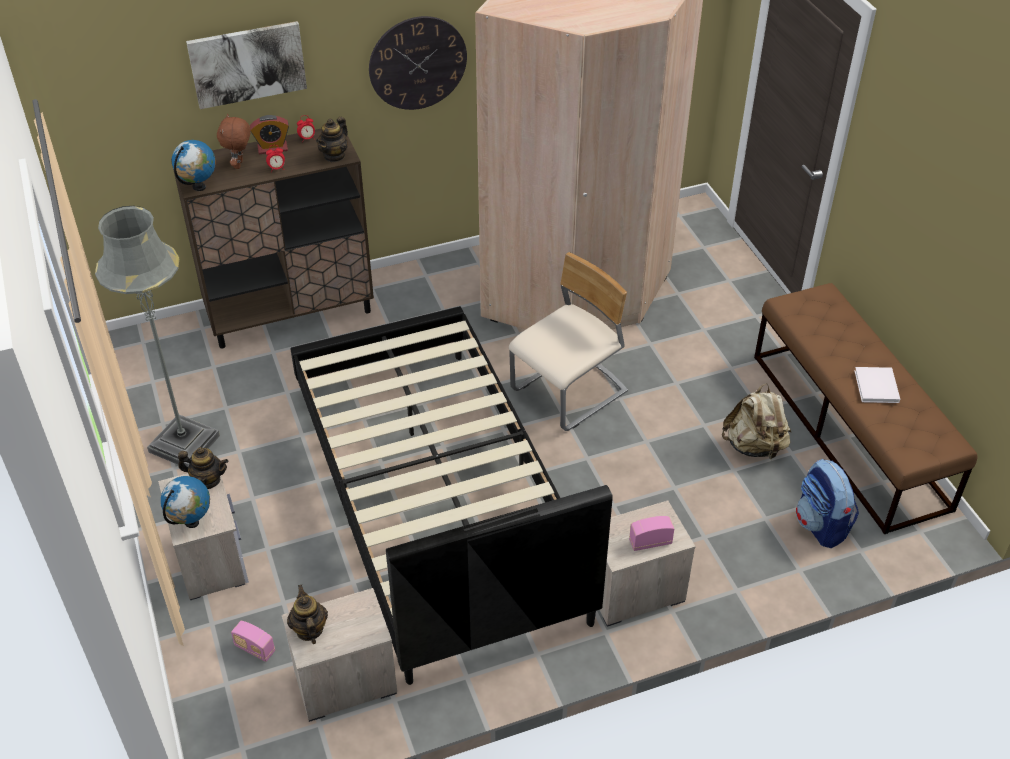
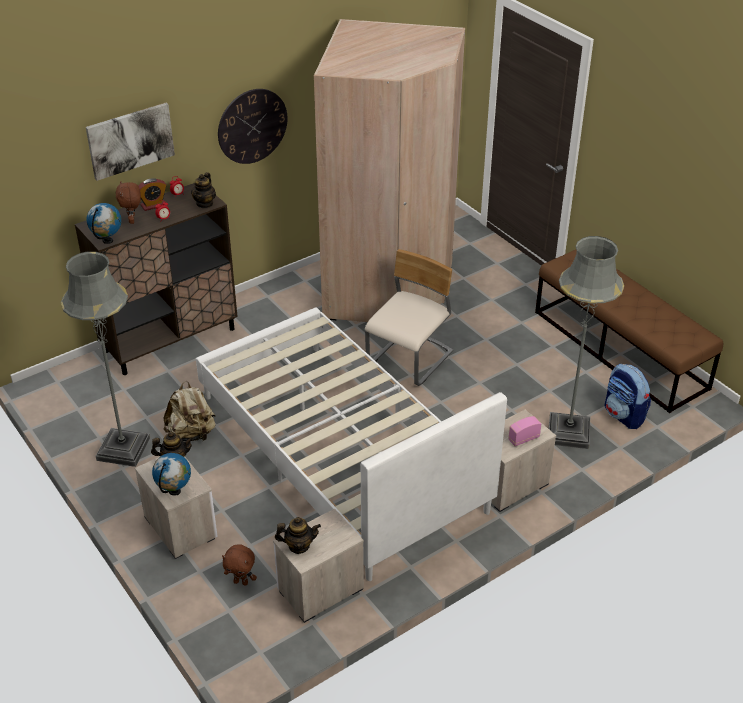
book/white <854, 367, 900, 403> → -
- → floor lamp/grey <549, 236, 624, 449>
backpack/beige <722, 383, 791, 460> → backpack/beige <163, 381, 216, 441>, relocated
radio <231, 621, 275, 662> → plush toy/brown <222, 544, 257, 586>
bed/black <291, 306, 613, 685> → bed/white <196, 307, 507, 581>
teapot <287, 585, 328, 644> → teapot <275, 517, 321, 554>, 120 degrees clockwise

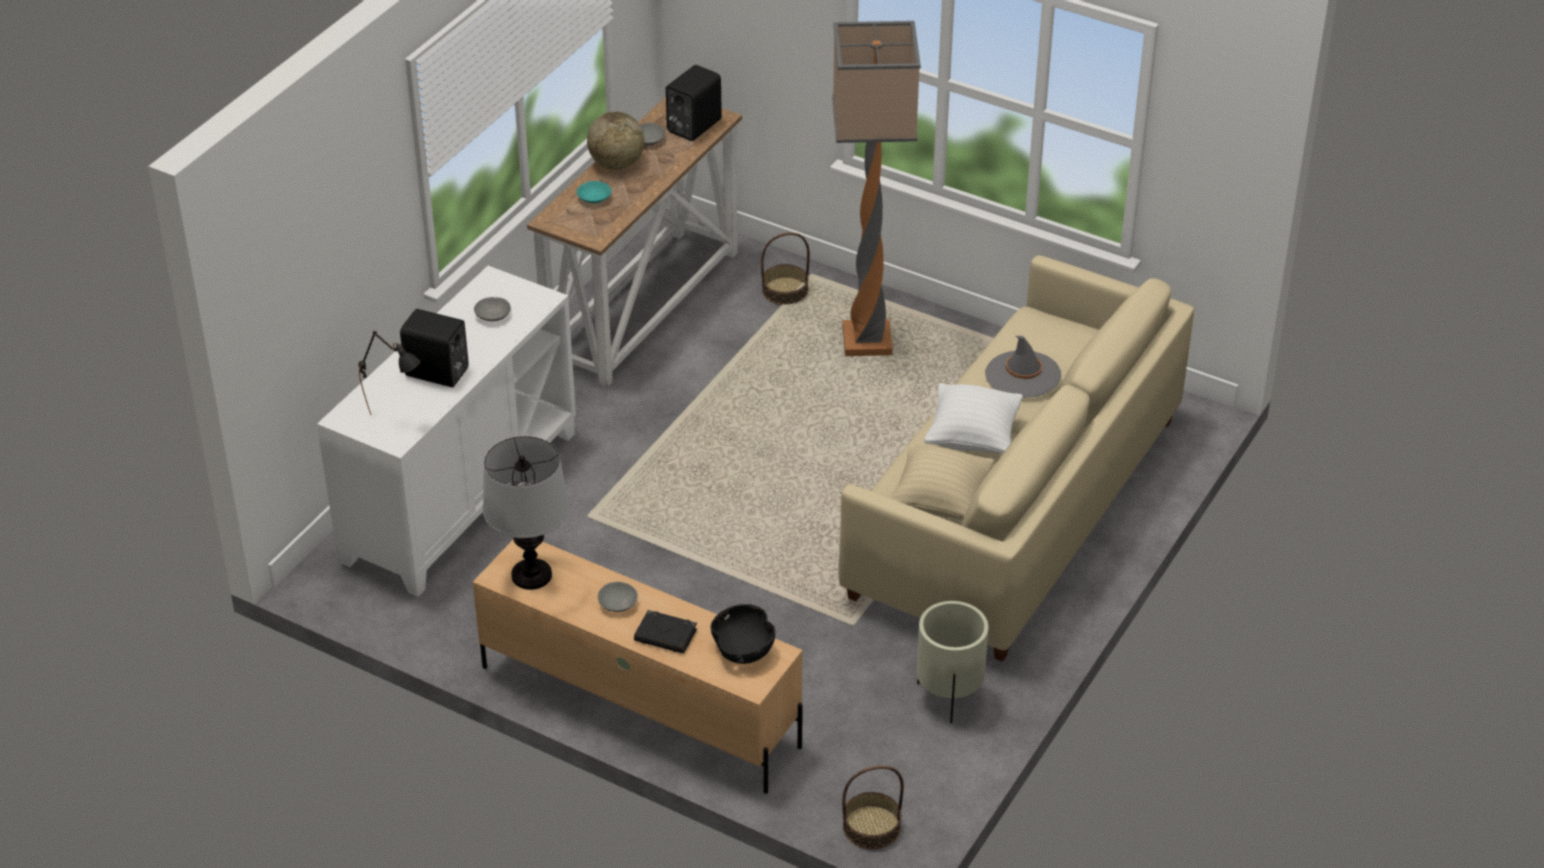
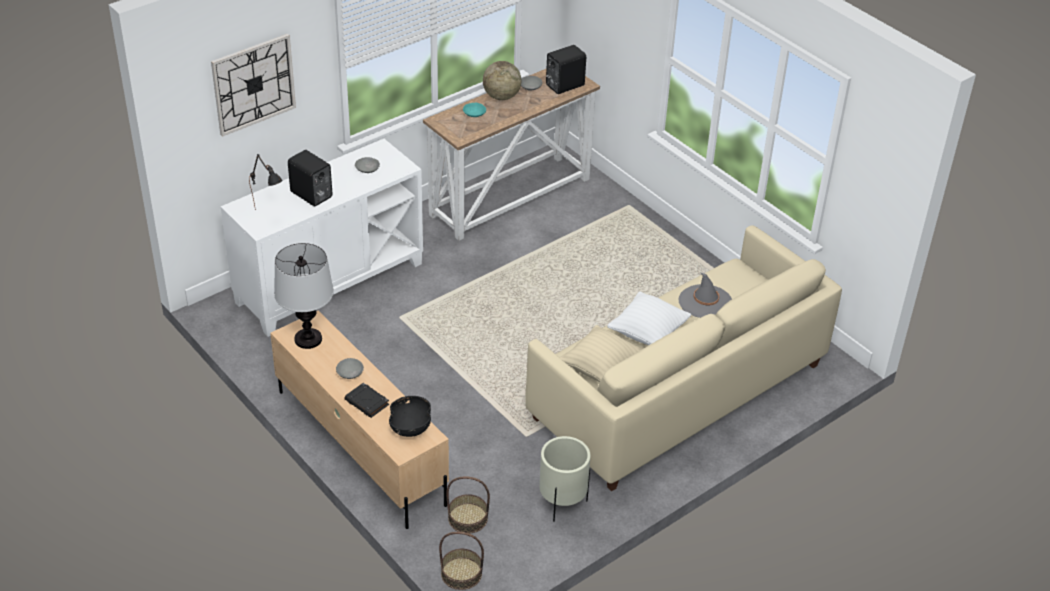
floor lamp <832, 21, 921, 356> → -
- → wall clock <211, 34, 296, 137>
basket <761, 232, 810, 305> → basket <446, 477, 490, 534>, relocated

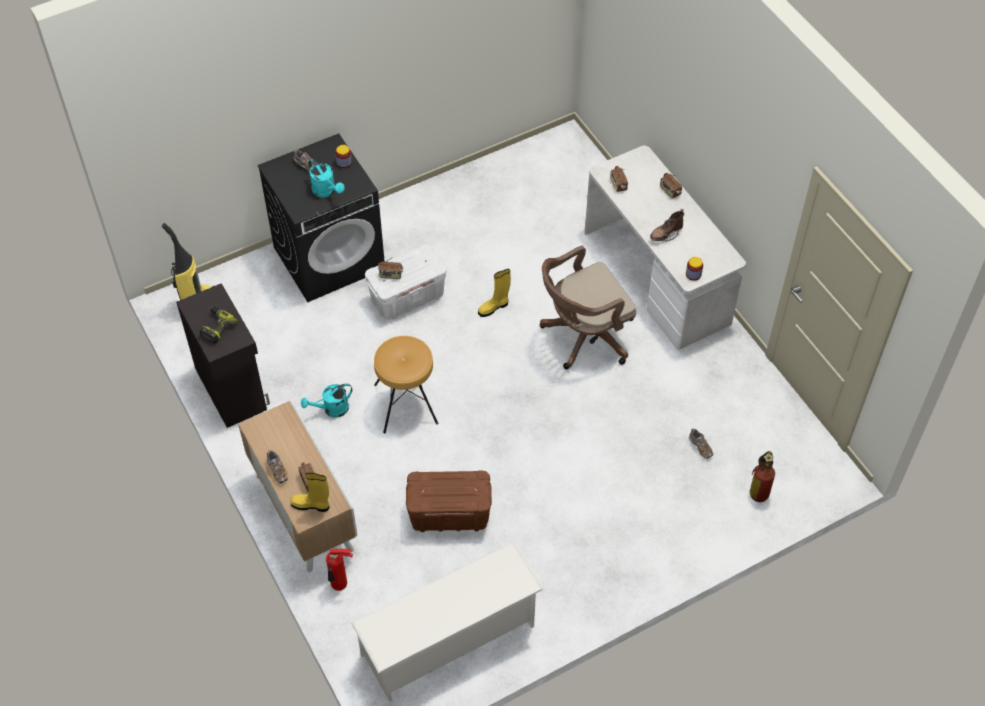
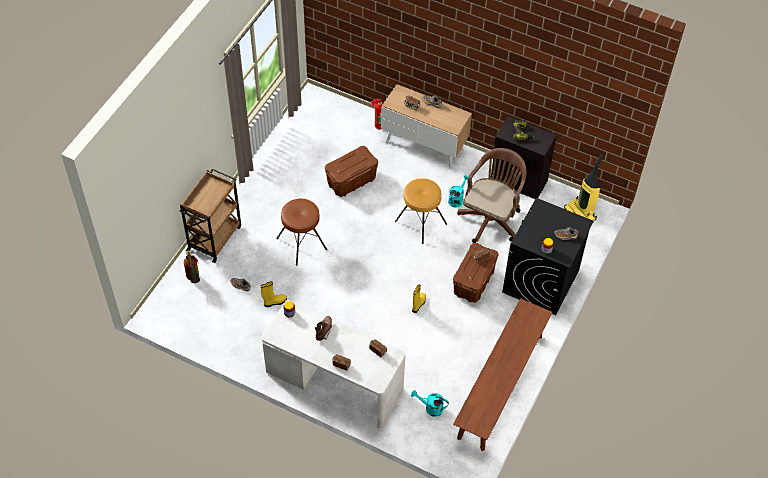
shoe rack/white <351, 542, 543, 702> → -
- → cart/brown <179, 169, 241, 263>
- → stool/brown <276, 199, 327, 266>
- → bench/brown <453, 298, 552, 451>
boot/yellow <290, 473, 329, 512> → boot/yellow <261, 281, 287, 307>, relocated
watering can/turquoise <308, 159, 345, 198> → watering can/turquoise <411, 390, 449, 417>, relocated
office chair/brown <540, 246, 636, 369> → office chair/brown <457, 148, 527, 243>, relocated
storage box/white <365, 245, 446, 320> → storage box/brown <453, 243, 499, 303>

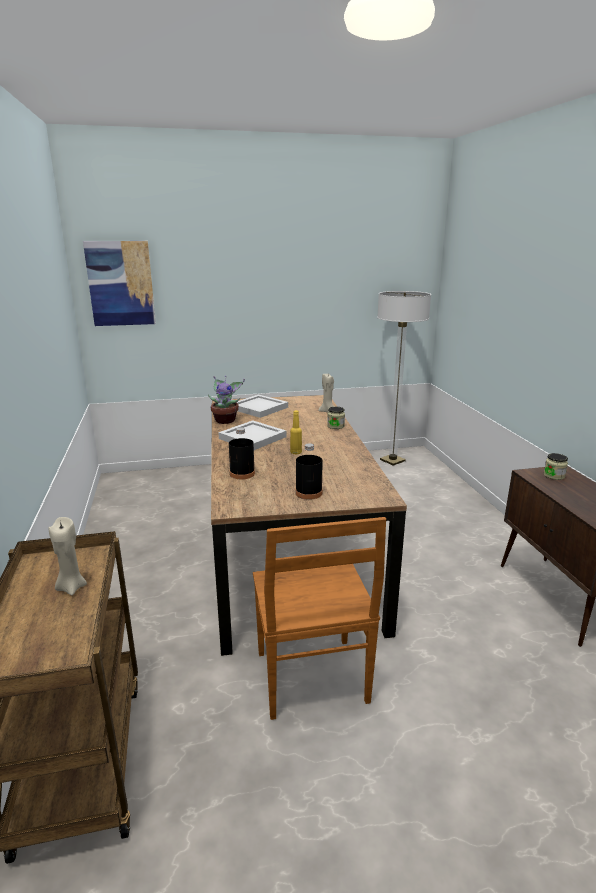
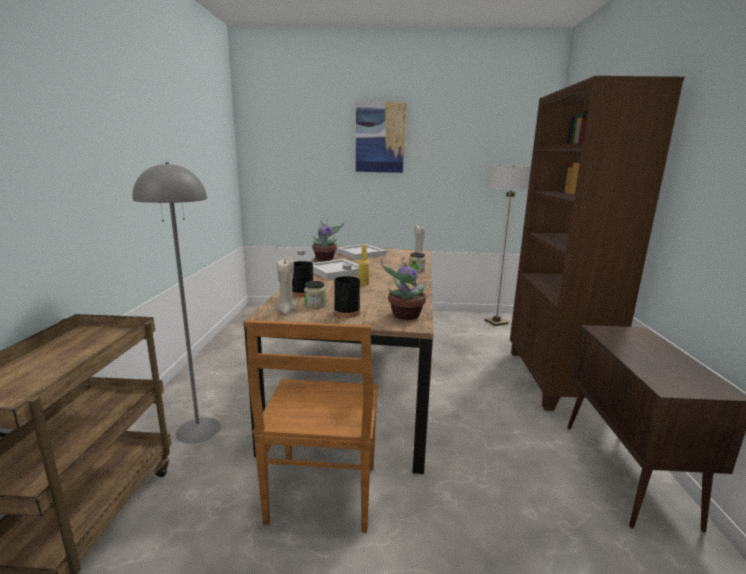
- → floor lamp/grey <132, 162, 221, 443>
- → potted plant <380, 258, 427, 320>
- → bookcase/brown <510, 76, 685, 411>
candle/beige <48, 517, 87, 595> → candle/beige <275, 257, 297, 314>, relocated
picture <83, 241, 156, 326> → picture <356, 102, 407, 173>, relocated
jar <543, 453, 568, 480> → jar <304, 281, 326, 308>, relocated

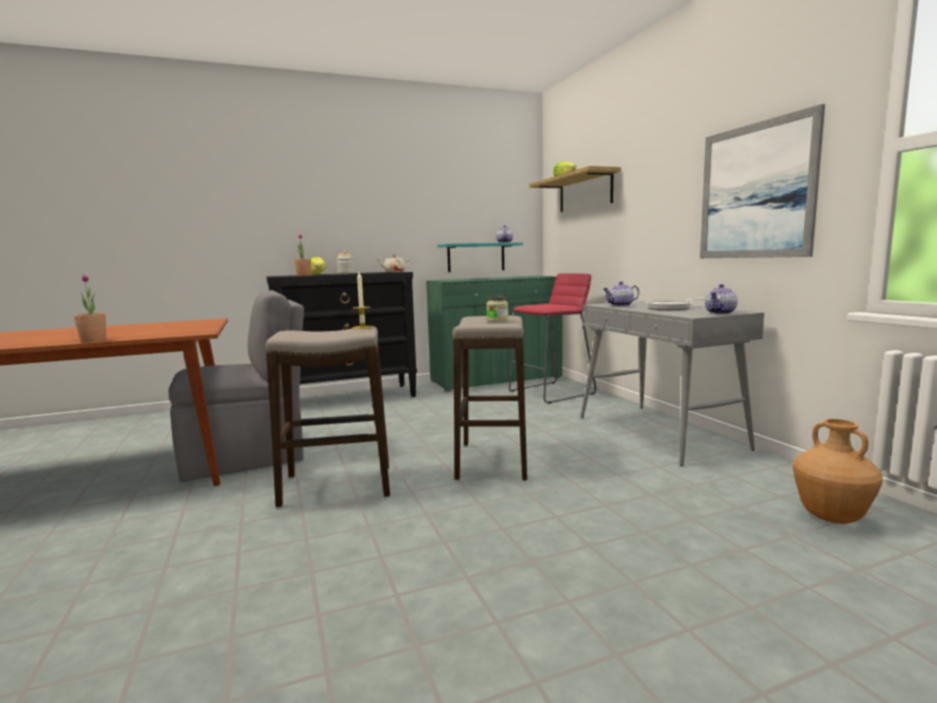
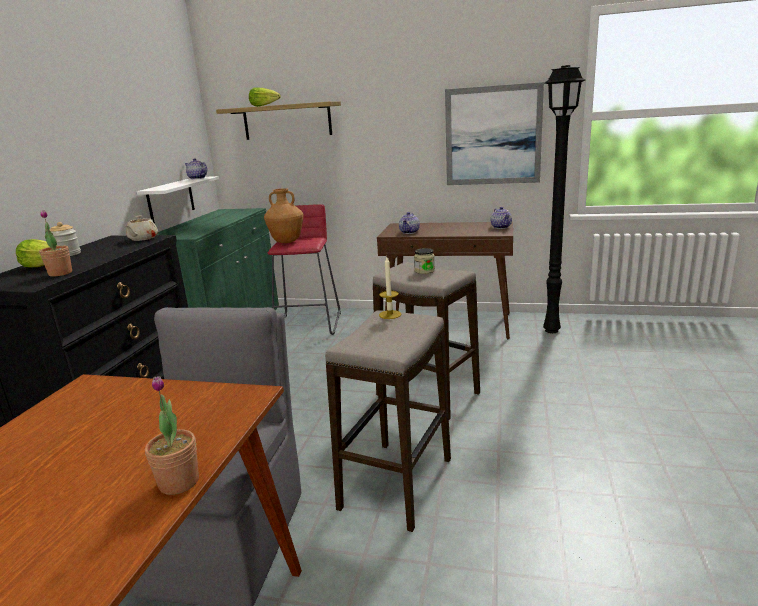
frying pan <646, 298, 705, 310> → -
- → floor lamp/black <543, 65, 585, 333>
vase/brown <793, 419, 883, 524> → vase/brown <264, 188, 304, 243>, relocated
shelf/turquoise <438, 242, 523, 272> → shelf/white <137, 176, 219, 223>
console table/grey <581, 301, 764, 466> → console table/brown <377, 222, 513, 340>

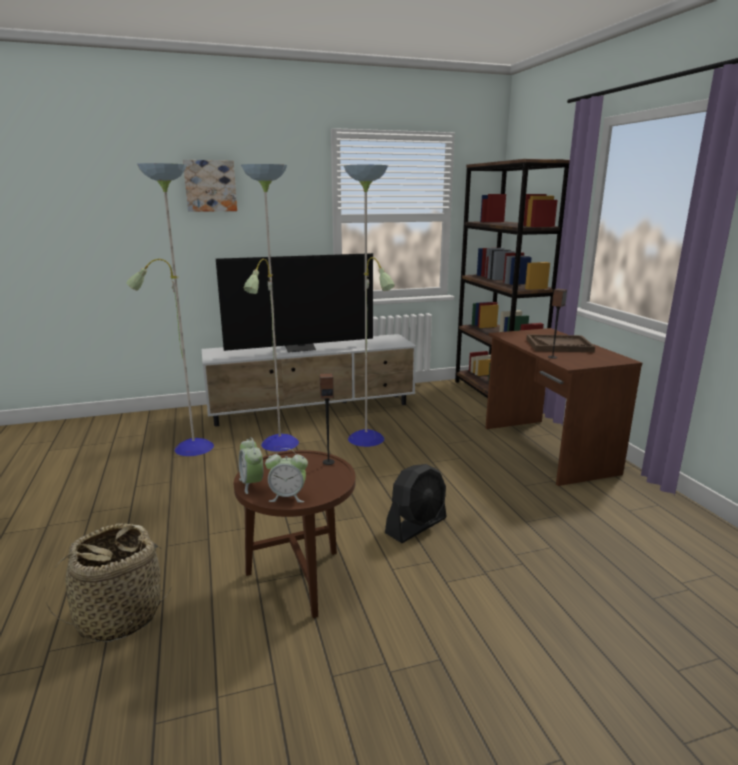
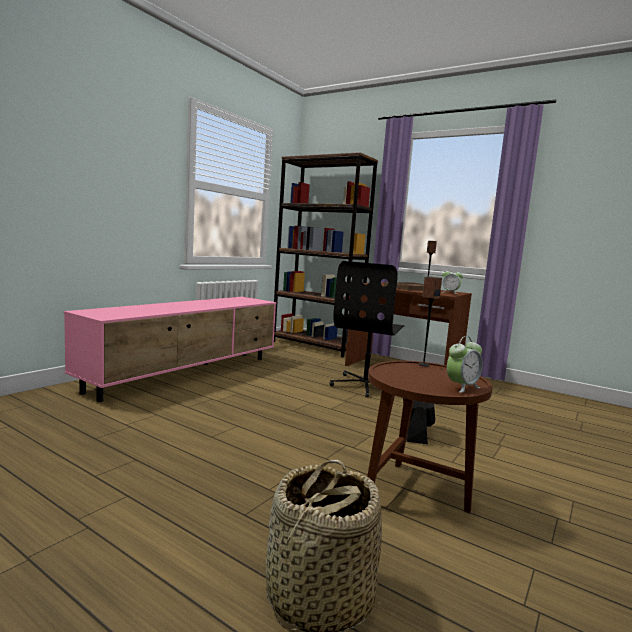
floor lamp <126, 163, 395, 456> → -
picture <183, 160, 237, 212> → -
television <216, 253, 373, 353> → -
- → office chair/black <329, 261, 405, 398>
alarm clock <239, 437, 263, 494> → alarm clock <442, 268, 463, 294>, relocated
tv stand/white <202, 334, 417, 427> → tv stand/pink <64, 297, 276, 402>

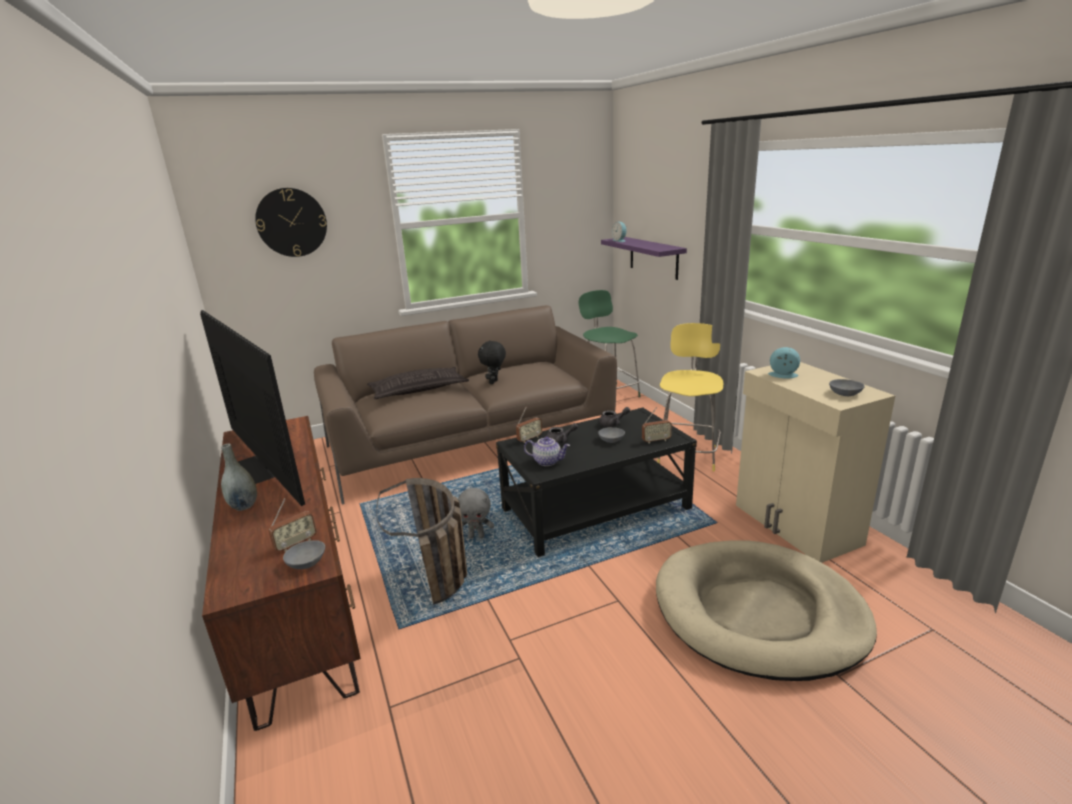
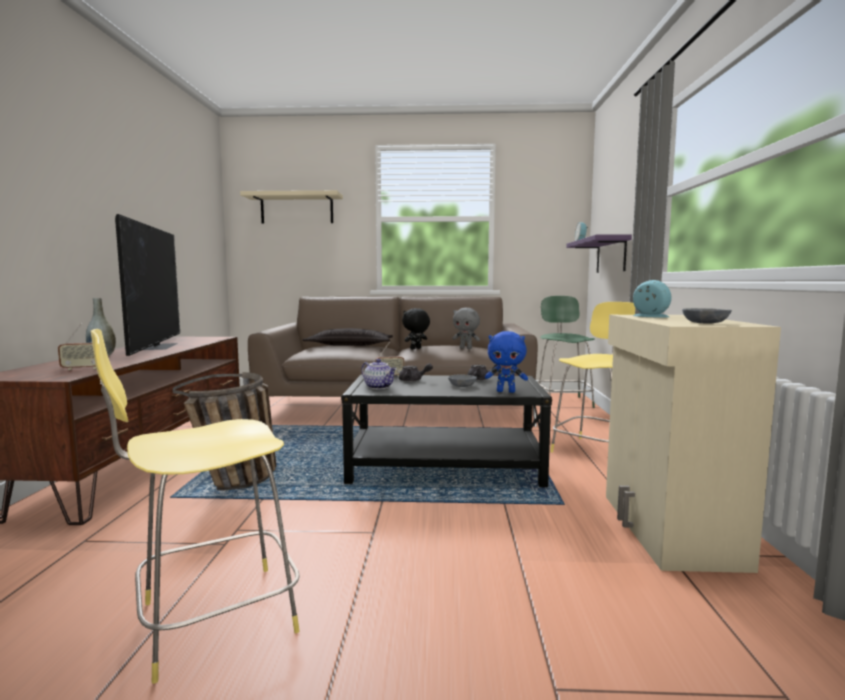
bowl/grey <283, 540, 325, 569> → -
dog bed/beige <656, 540, 877, 681> → -
- → stool/yellow <91, 329, 299, 684>
plush toy/grey <457, 488, 494, 539> → plush toy/grey <452, 308, 480, 349>, relocated
wall clock <255, 188, 327, 257> → shelf/beige <240, 190, 343, 224>
radio <642, 407, 672, 444> → plush toy/blue <485, 331, 528, 393>

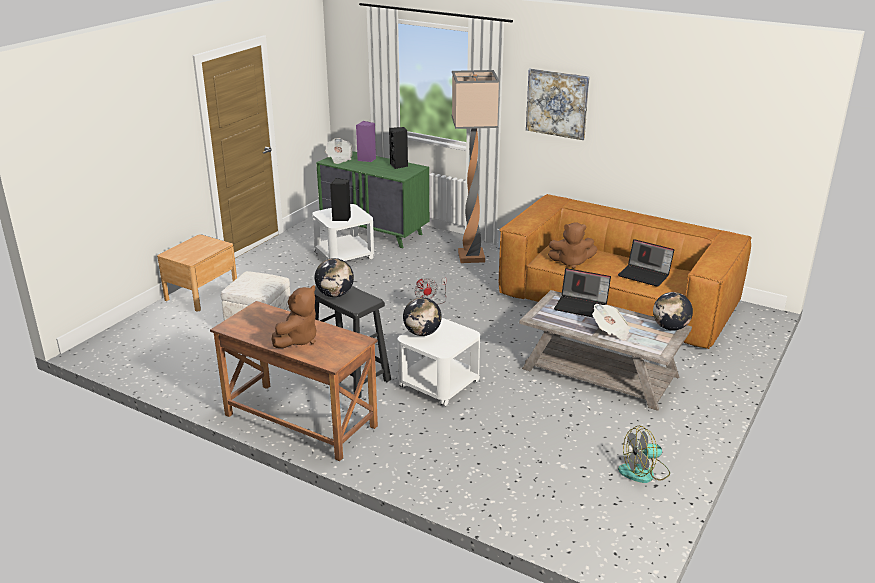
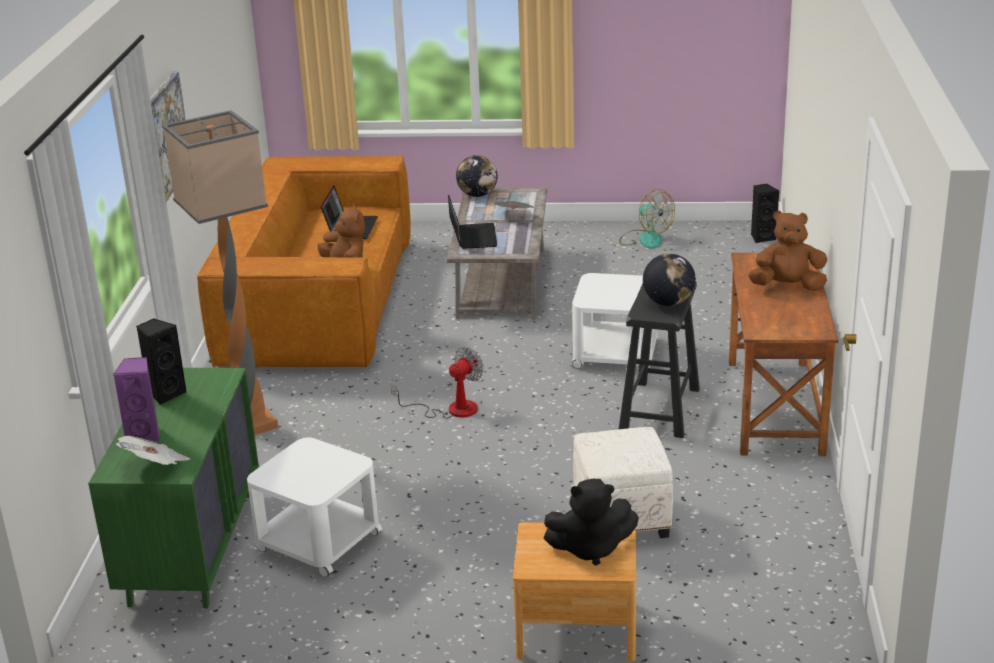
globe <403, 297, 442, 336> → -
- → plush toy/black <544, 479, 639, 566>
speaker/black <330, 178, 351, 221> → speaker/black <751, 184, 779, 243>, relocated

